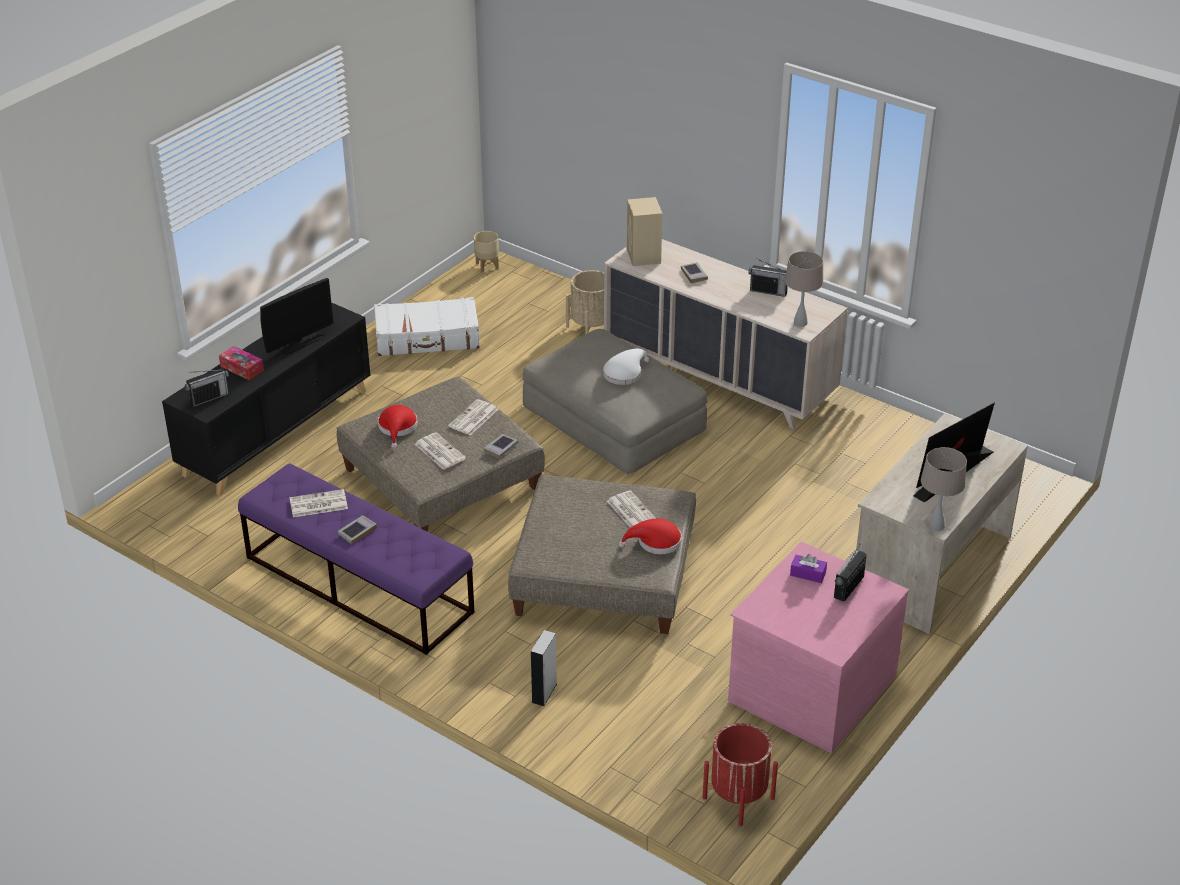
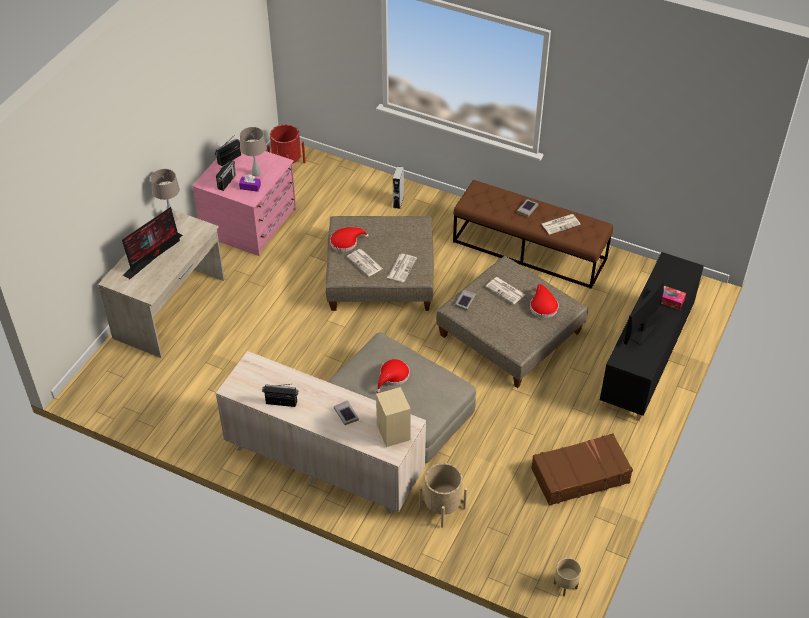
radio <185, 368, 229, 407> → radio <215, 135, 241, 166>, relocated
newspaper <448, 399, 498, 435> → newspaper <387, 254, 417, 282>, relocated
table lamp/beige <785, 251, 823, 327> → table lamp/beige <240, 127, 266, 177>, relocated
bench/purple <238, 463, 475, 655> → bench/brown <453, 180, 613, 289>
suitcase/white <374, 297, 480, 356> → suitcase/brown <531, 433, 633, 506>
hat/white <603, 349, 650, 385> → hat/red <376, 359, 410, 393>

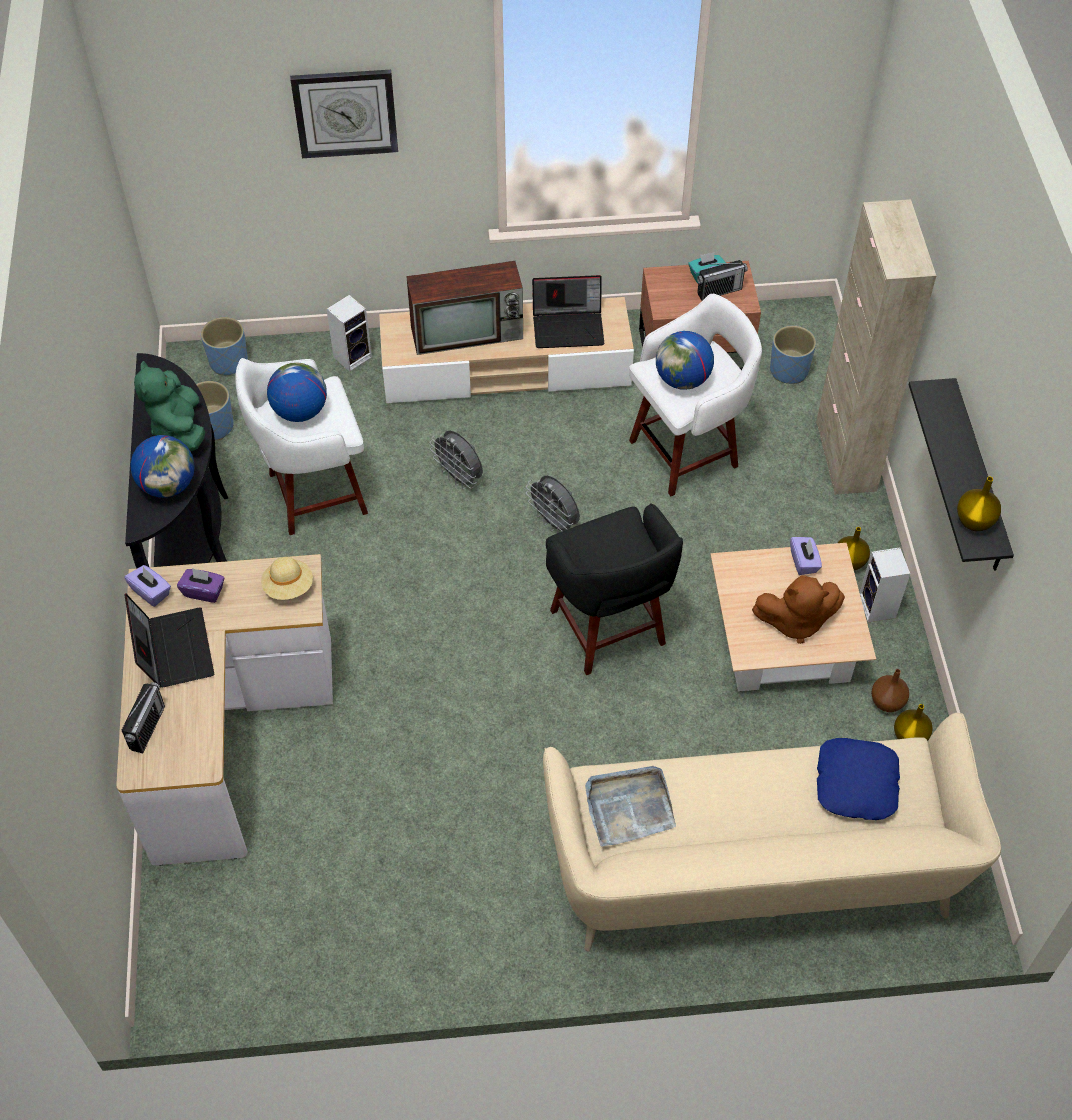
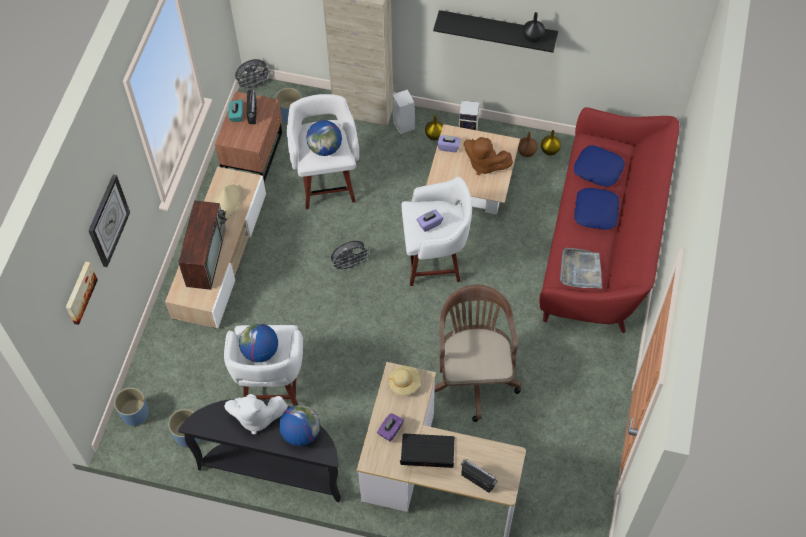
- → picture <66, 261, 98, 325>
- → office chair/brown <434, 285, 521, 422>
- → pillow/blue <574, 188, 619, 230>
tissue box/purple <124, 565, 171, 607> → tissue box/purple <417, 210, 443, 232>, relocated
speaker <326, 295, 372, 371> → speaker <392, 89, 415, 134>, relocated
fan/grey <430, 430, 483, 489> → fan/grey <235, 59, 271, 91>, relocated
laptop <532, 275, 604, 348> → hat/beige <214, 184, 242, 219>
plush toy/green <134, 361, 205, 451> → plush toy/white <224, 394, 288, 434>
sofa/beige <543, 713, 1001, 952> → sofa/red <539, 107, 679, 333>
stool/black <546, 503, 683, 675> → stool/white <401, 177, 472, 286>
vase/yellow <957, 477, 1001, 531> → vase/black <523, 12, 545, 43>
plush toy/brown <752, 576, 845, 644> → plush toy/brown <464, 137, 513, 175>, 105 degrees clockwise

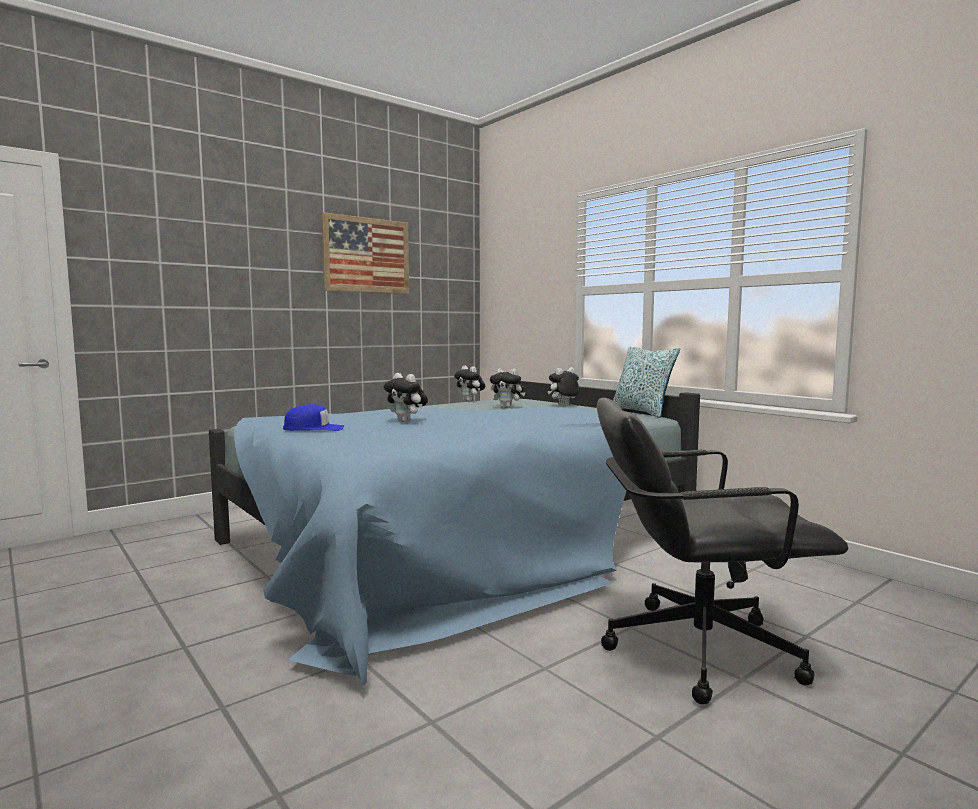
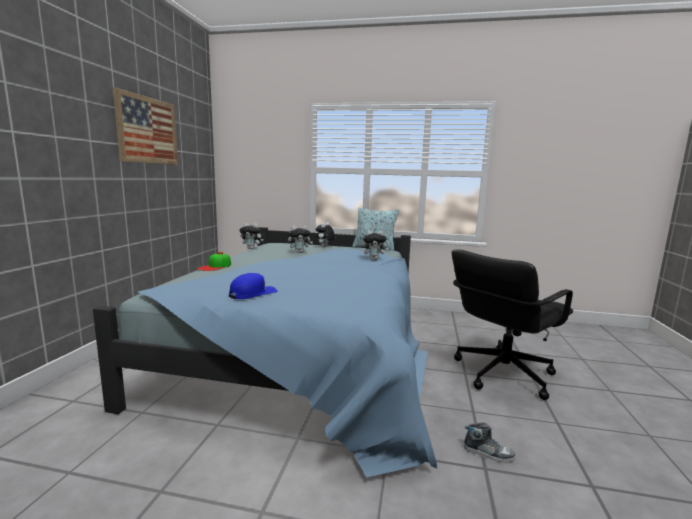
- → cap <198, 252, 231, 271>
- → shoe <464, 422, 515, 463>
plush toy <384, 373, 428, 423> → plush toy <362, 230, 389, 260>, relocated

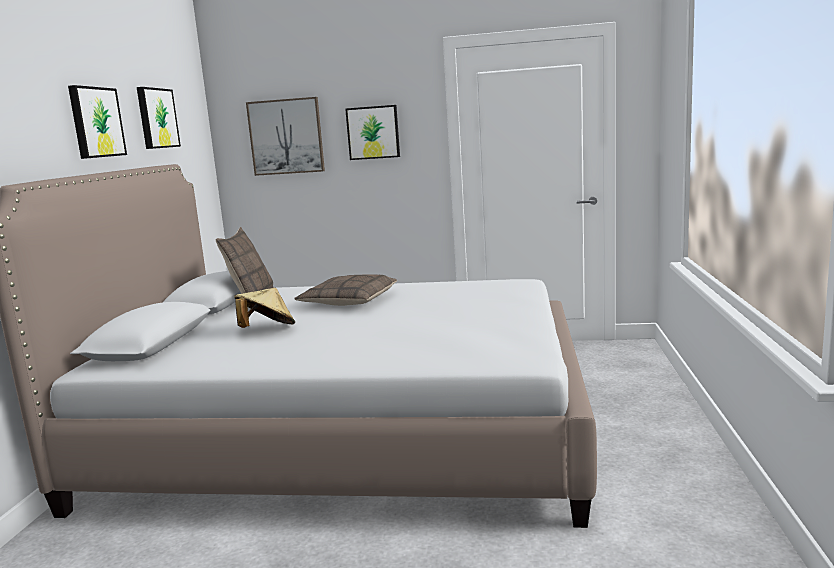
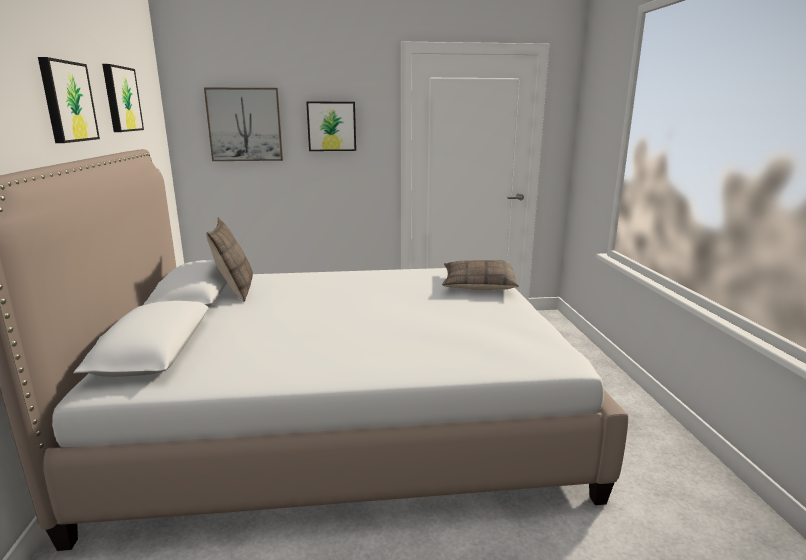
hat/beige <234, 288, 295, 328> → -
pillow <294, 274, 397, 306> → pillow <442, 260, 519, 290>, relocated

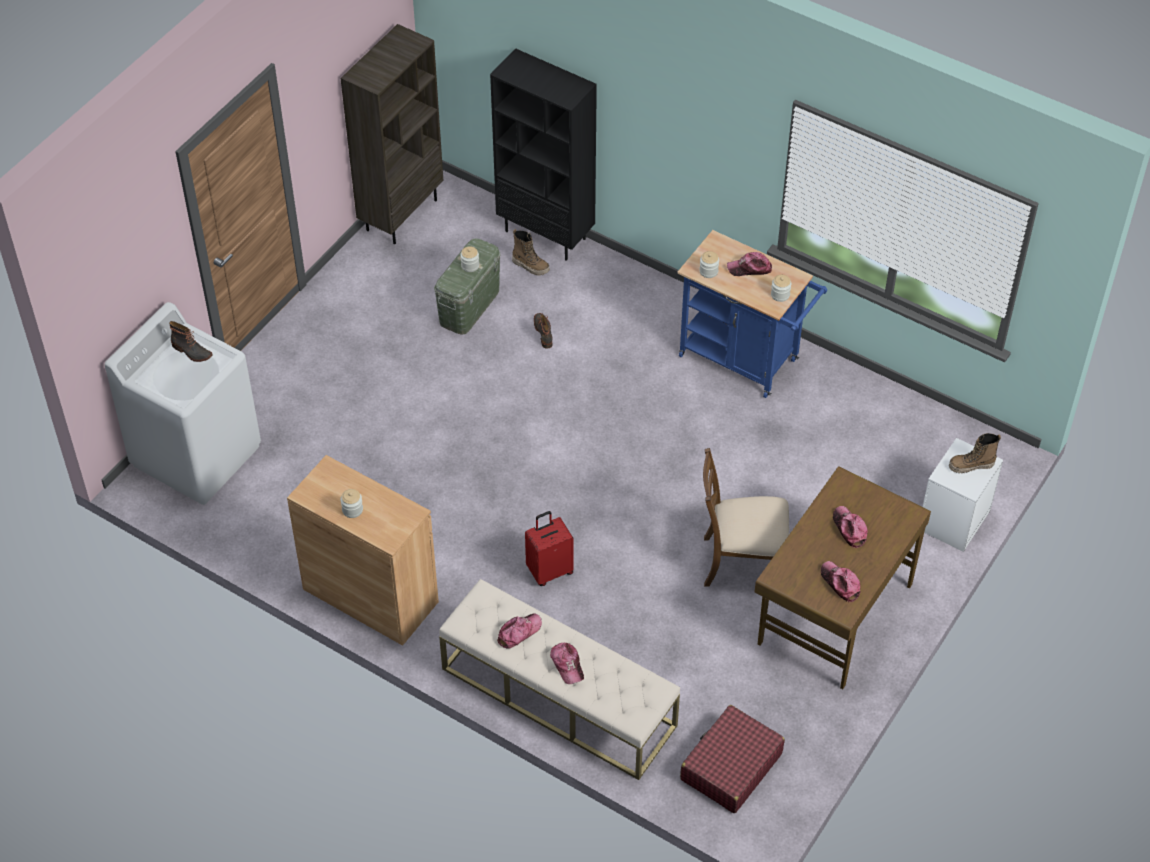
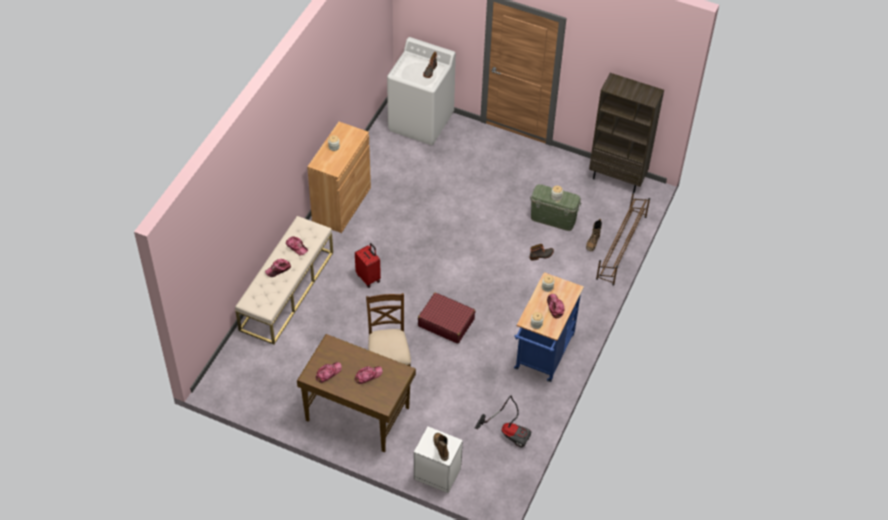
- → vacuum cleaner <475, 395, 531, 448>
suitcase/red <680, 705, 785, 813> → suitcase/red <418, 293, 475, 344>, relocated
bookcase/black <490, 48, 597, 260> → shoe rack/brown <596, 193, 650, 286>

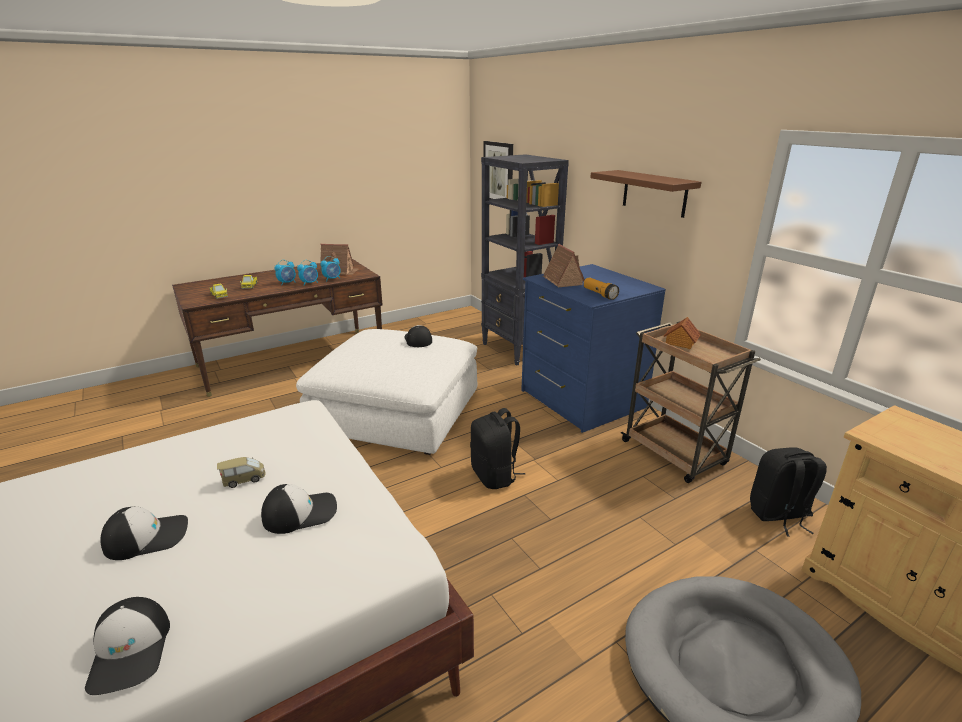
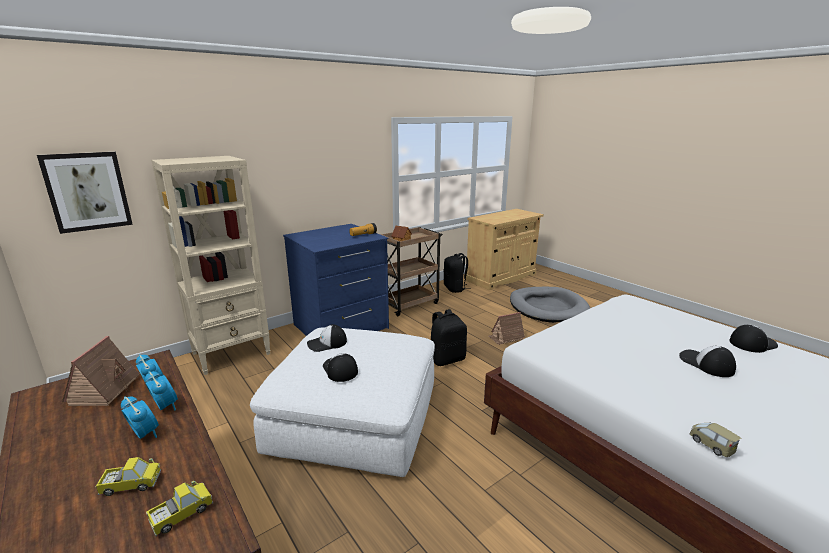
shelf/brown <590, 170, 701, 218> → -
toy car <217, 457, 266, 488> → toy car <689, 422, 742, 457>, relocated
cap <261, 484, 337, 534> → cap <323, 353, 358, 382>, relocated
toy house <543, 244, 585, 287> → toy house <489, 312, 525, 345>, relocated
bookcase/black <481, 154, 569, 366> → bookcase/beige <151, 156, 271, 375>

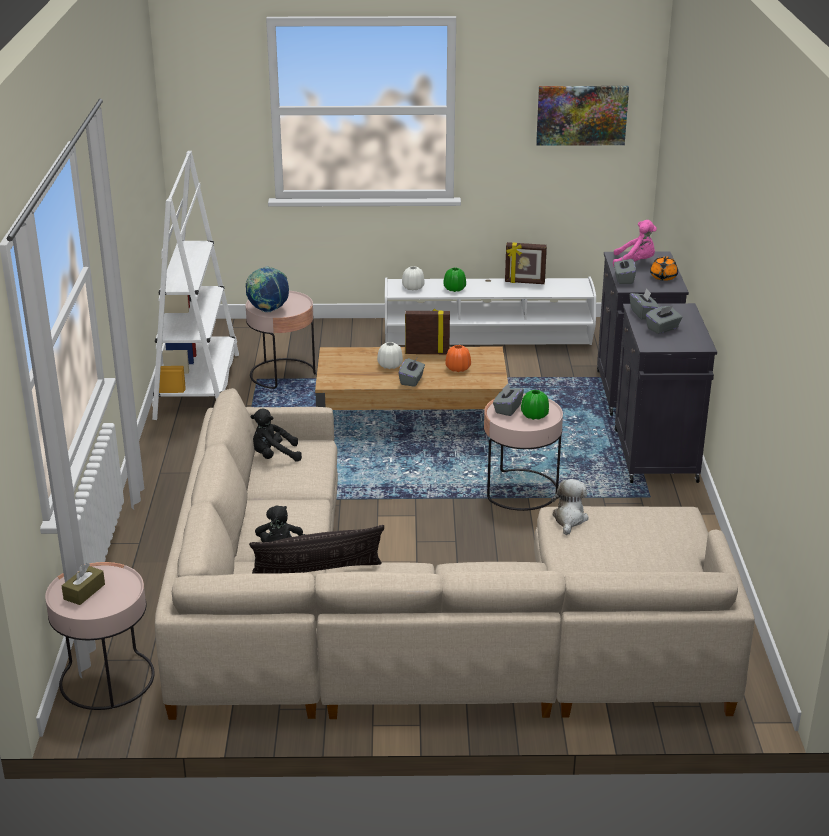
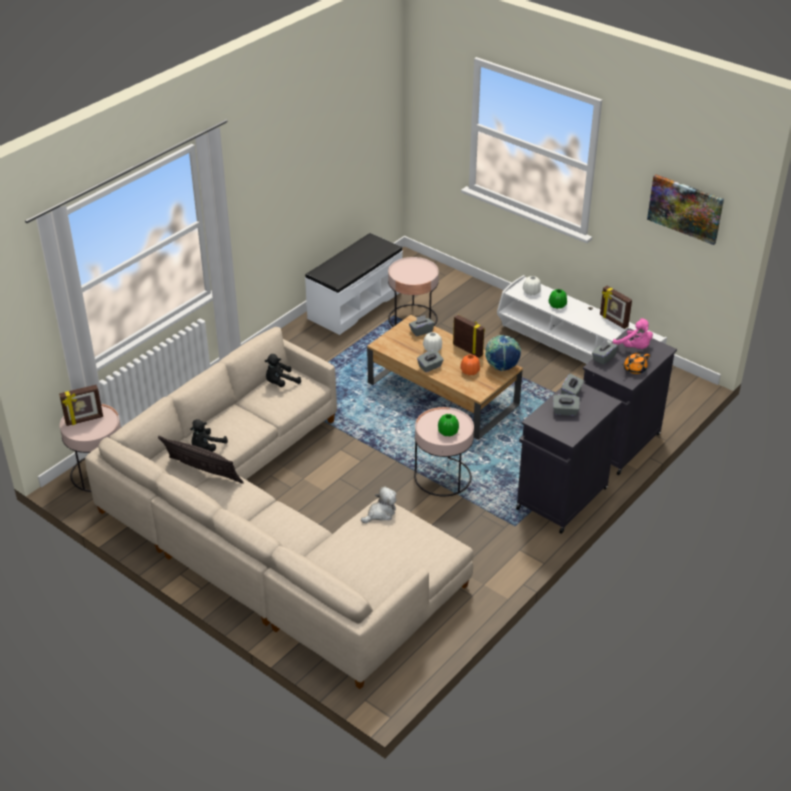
globe <245, 266, 289, 312> → globe <485, 335, 521, 371>, relocated
tissue box/grey <493, 383, 524, 416> → tissue box/grey <409, 315, 435, 336>, relocated
tissue box/brown <62, 563, 105, 605> → picture frame <59, 385, 103, 426>
bookcase/white <152, 151, 239, 420> → bench/white <305, 233, 403, 335>
plush toy/black <251, 409, 302, 462> → plush toy/black <265, 354, 301, 387>, 60 degrees counterclockwise

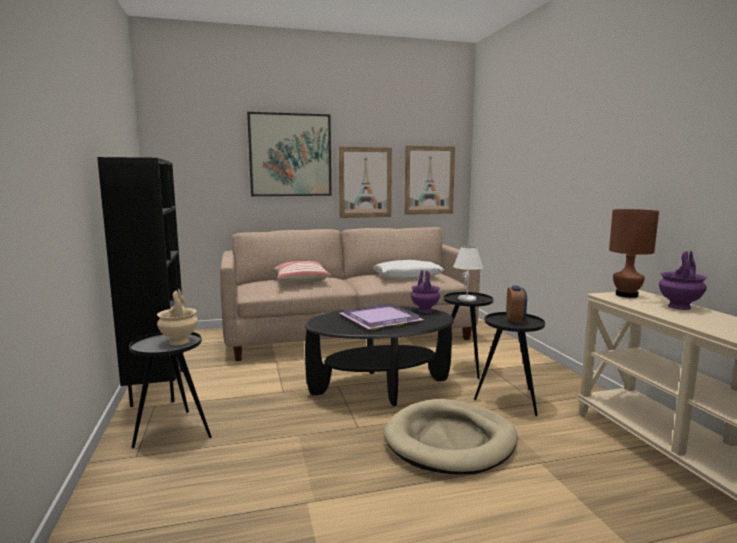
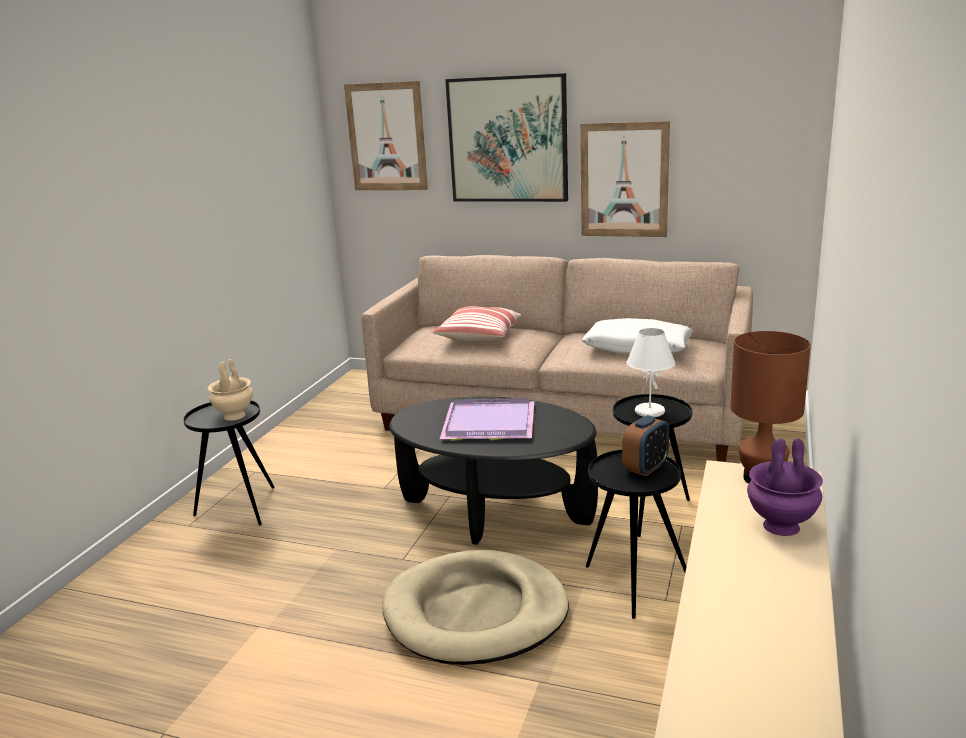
bookcase/black <97, 157, 184, 407> → -
vase/purple <411, 270, 440, 313> → -
picture <405, 146, 455, 215> → picture <344, 81, 428, 190>, relocated

